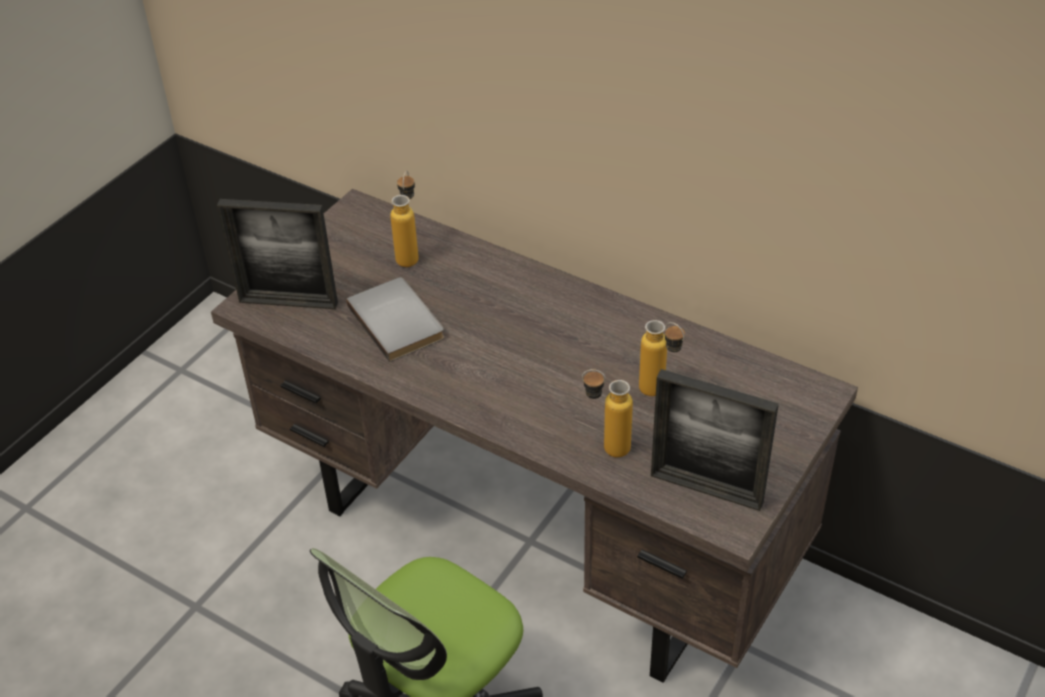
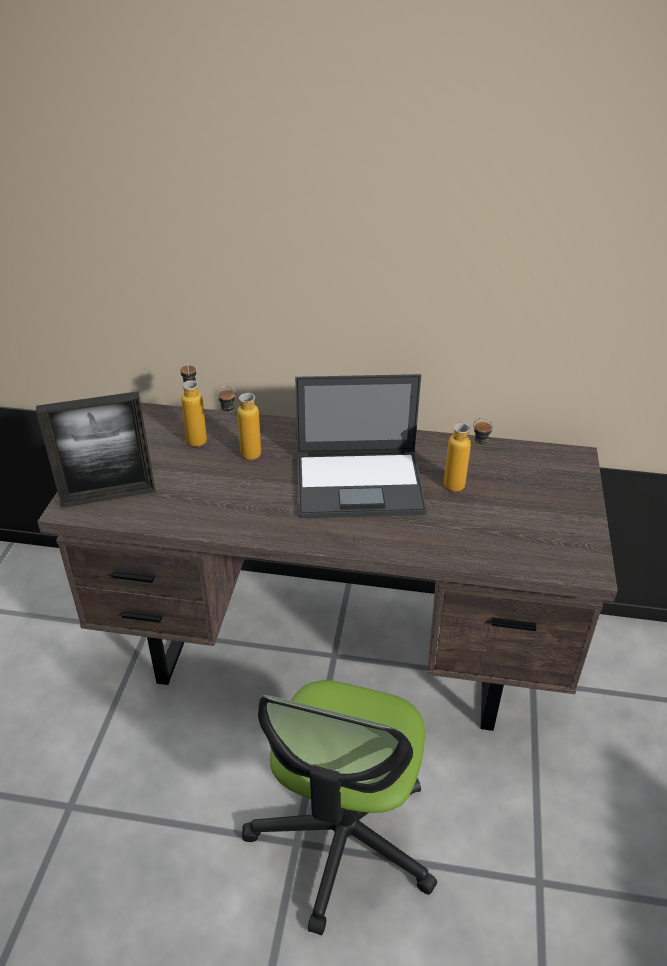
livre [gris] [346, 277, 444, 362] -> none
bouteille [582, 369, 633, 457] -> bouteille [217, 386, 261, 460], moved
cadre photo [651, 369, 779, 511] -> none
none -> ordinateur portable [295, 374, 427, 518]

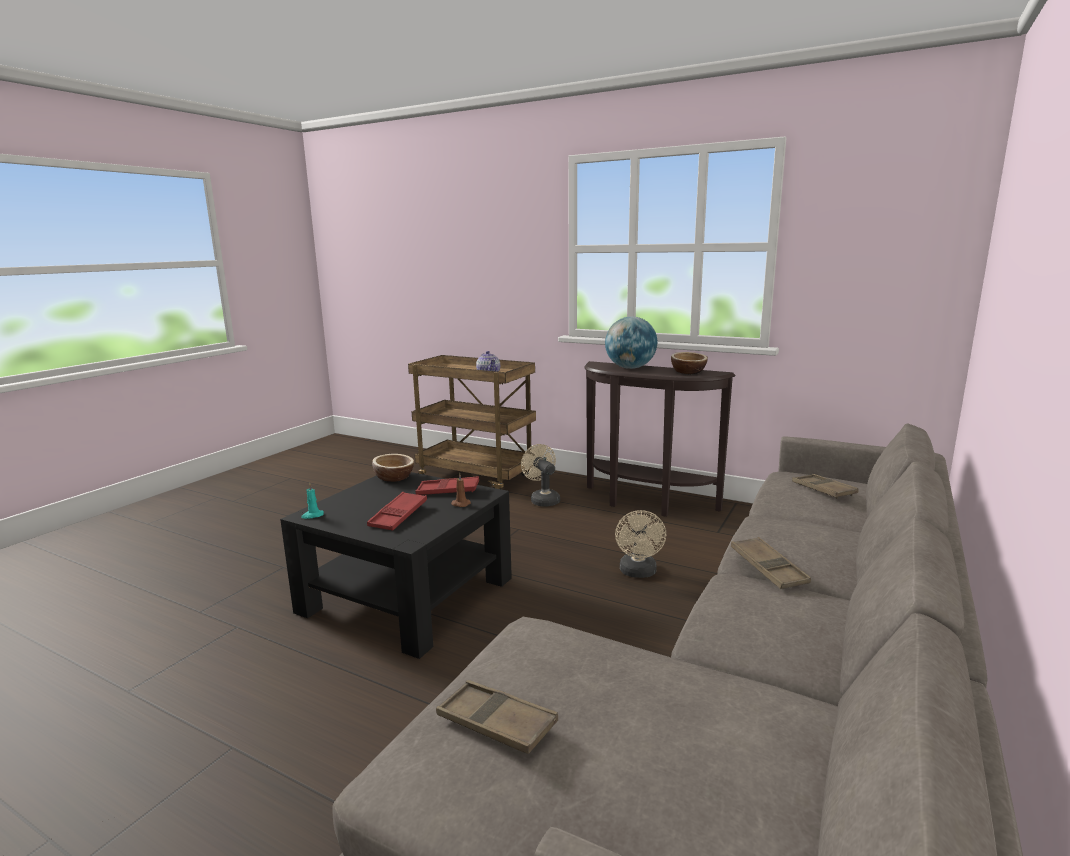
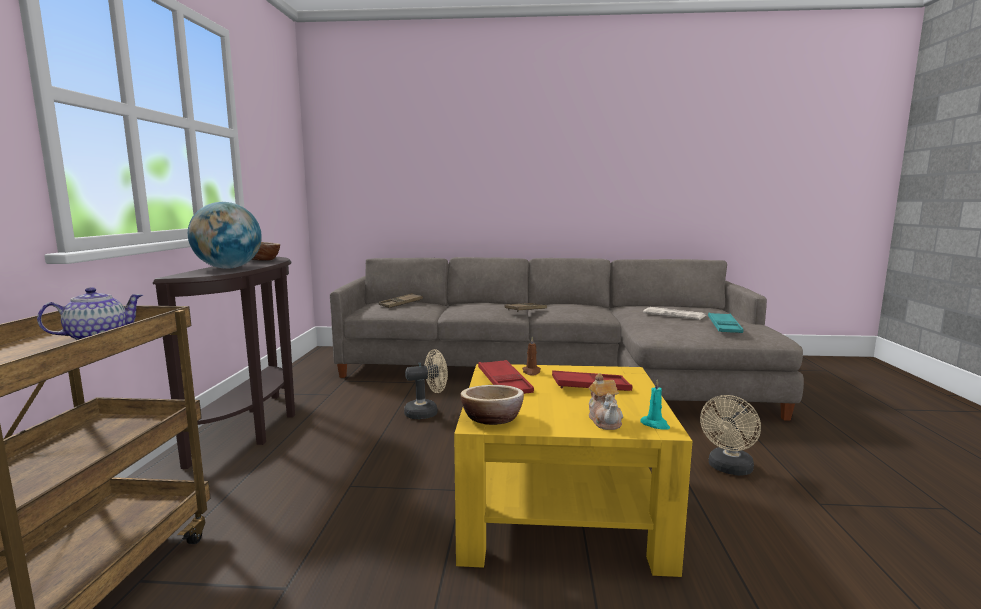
ventilateur [beige] [521, 444, 560, 507] -> ventilateur [beige] [700, 395, 761, 476], moved
table basse [noir] [280, 472, 512, 659] -> table basse [jaune] [454, 364, 692, 577]
plateau [marron] [436, 680, 558, 754] -> plateau [turquoise] [708, 312, 744, 333]
none -> journal [643, 307, 706, 320]
none -> théière [589, 373, 623, 430]

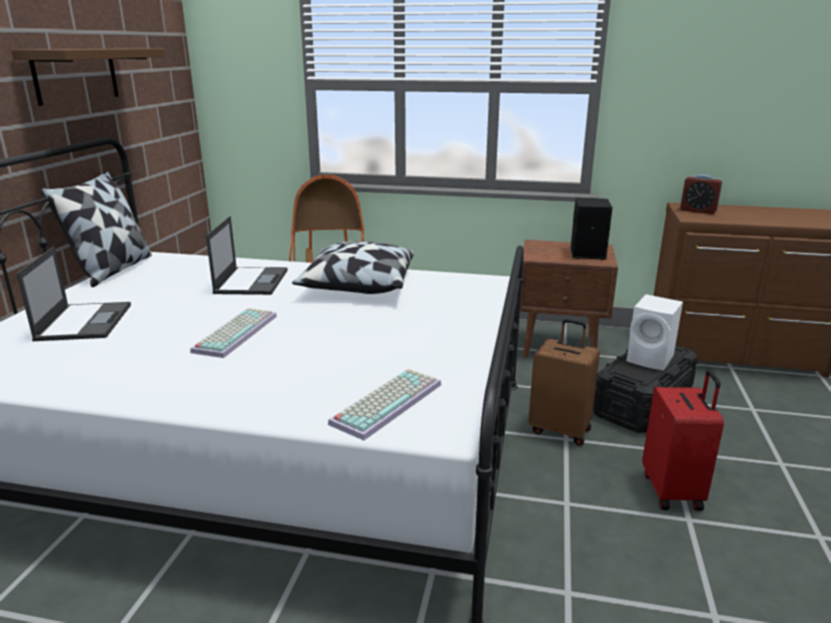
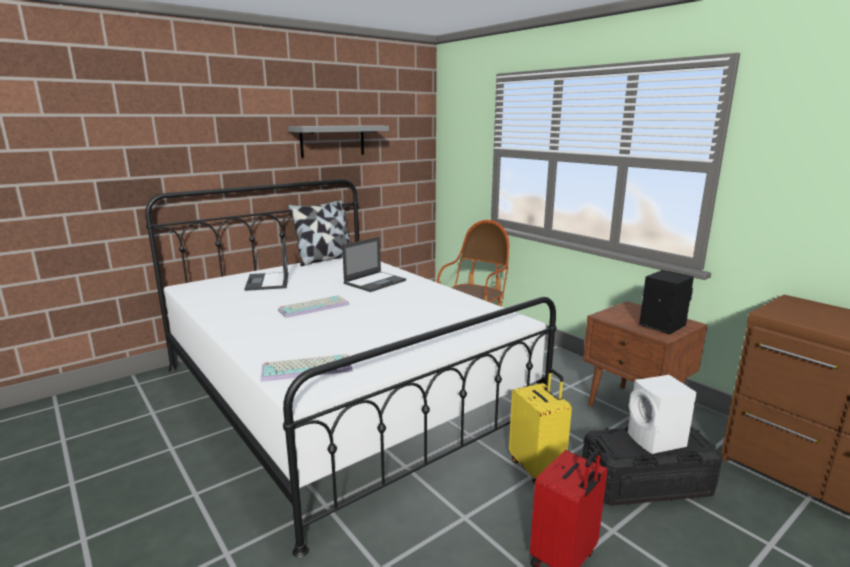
étagère [marron] [11, 49, 165, 106] -> étagère [gris] [288, 125, 389, 158]
réveil [680, 174, 723, 214] -> none
coussin [292, 242, 414, 294] -> none
ordinateur portable [16, 246, 131, 341] -> ordinateur portable [245, 237, 288, 291], 135 degrees clockwise
valise [marron] [528, 319, 600, 446] -> valise [jaune] [509, 369, 572, 485]

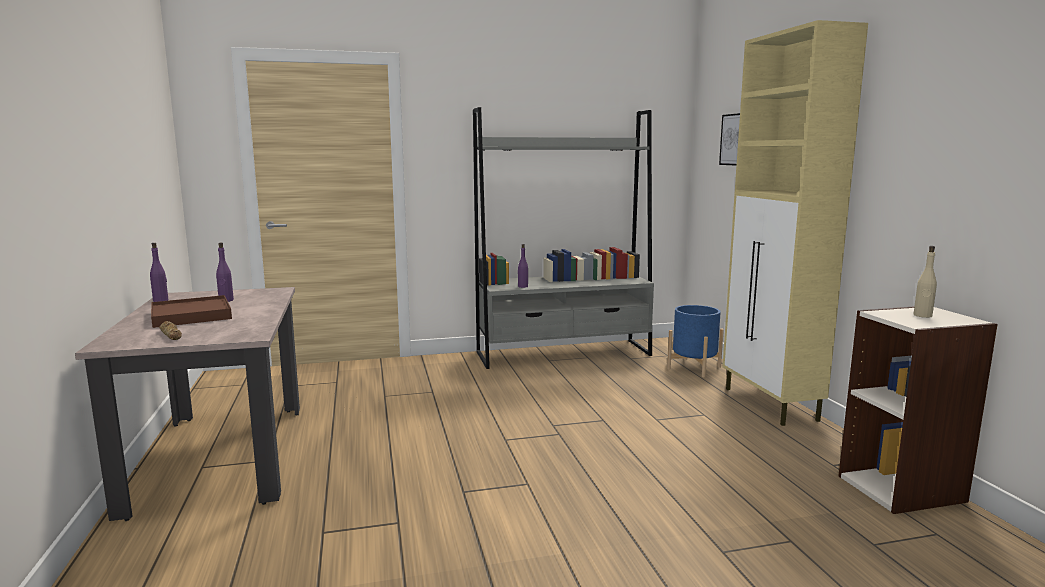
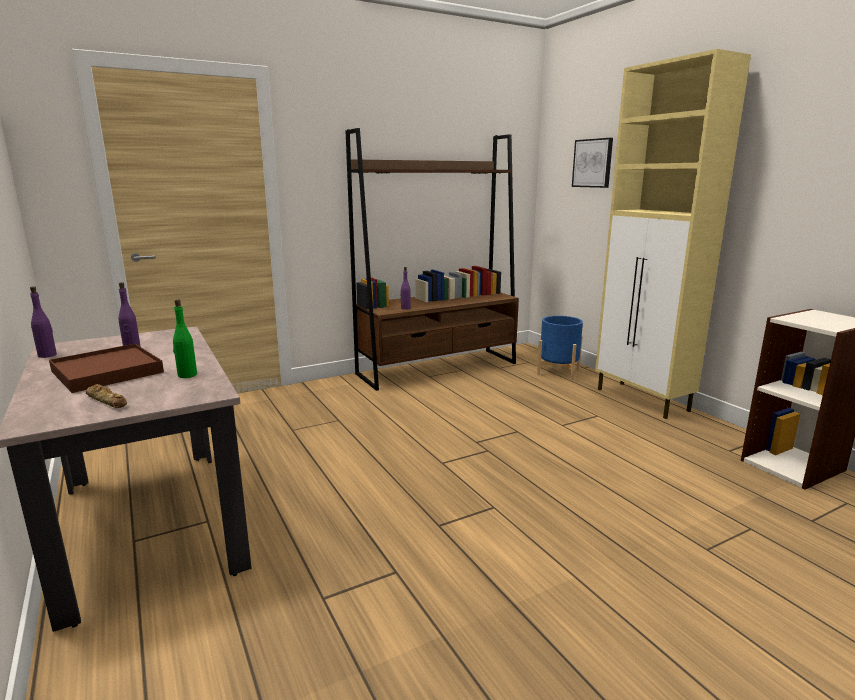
bibliothèque [gris] [473, 107, 654, 369] -> bibliothèque [marron] [346, 128, 519, 391]
bouteille [beige] [914, 246, 937, 318] -> none
none -> bouteille [vert] [173, 299, 197, 378]

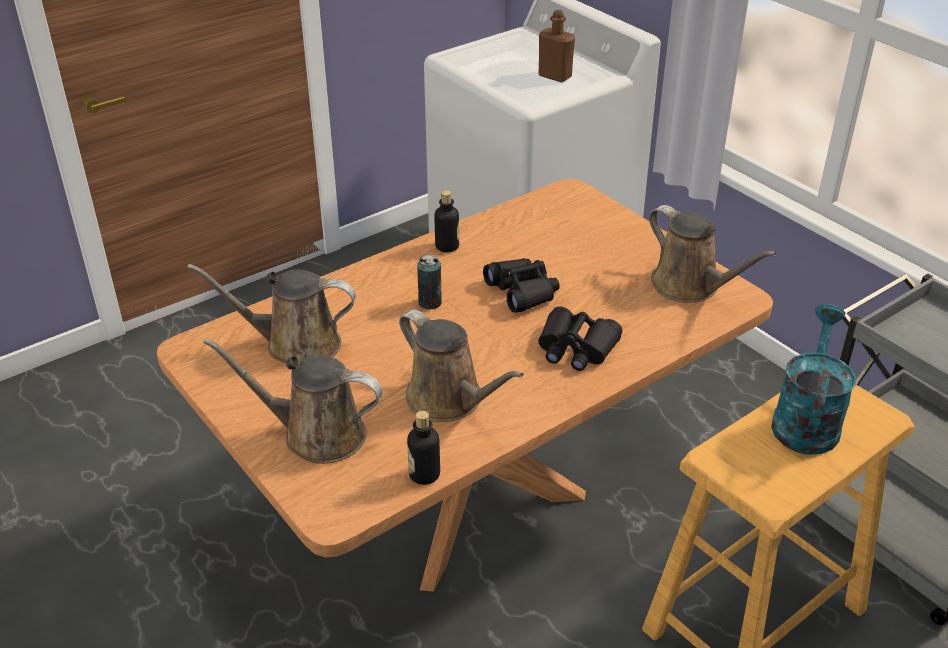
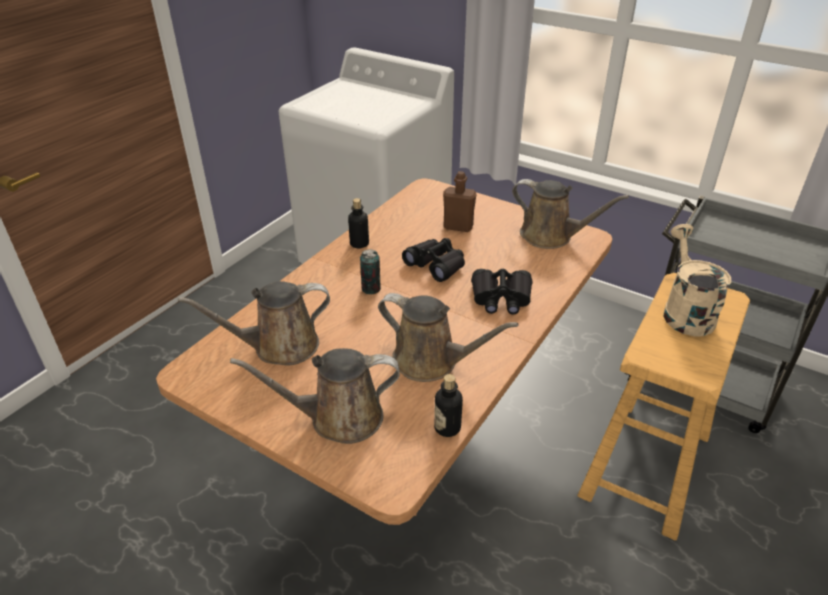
bouteille [marron] [539, 10, 575, 83] -> bouteille [marron] [443, 171, 477, 232], moved
arrosoir [turquoise] [771, 304, 856, 455] -> arrosoir [beige] [663, 224, 731, 337]

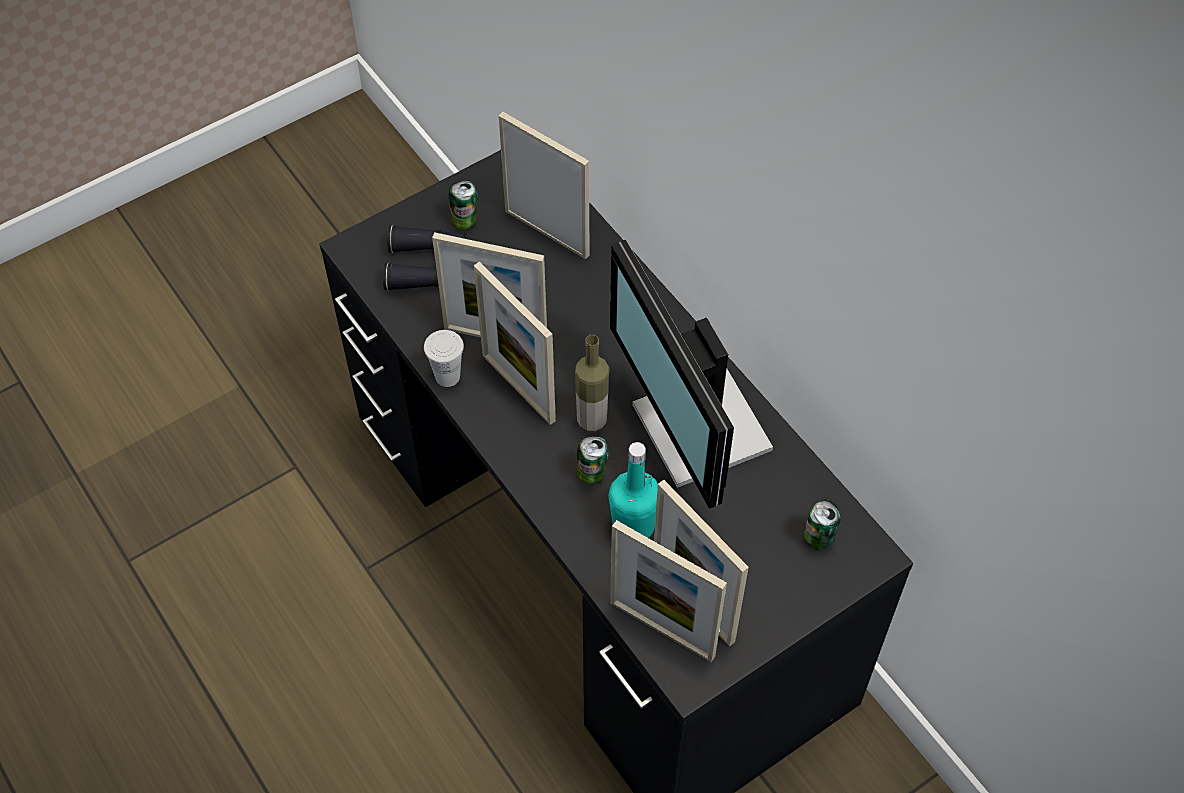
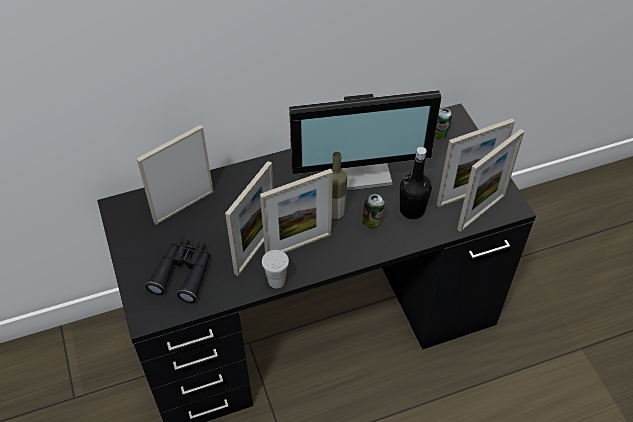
boîte métallique [448, 180, 478, 230] -> none
bouteille [turquoise] [609, 442, 658, 538] -> bouteille [noir] [400, 147, 432, 219]

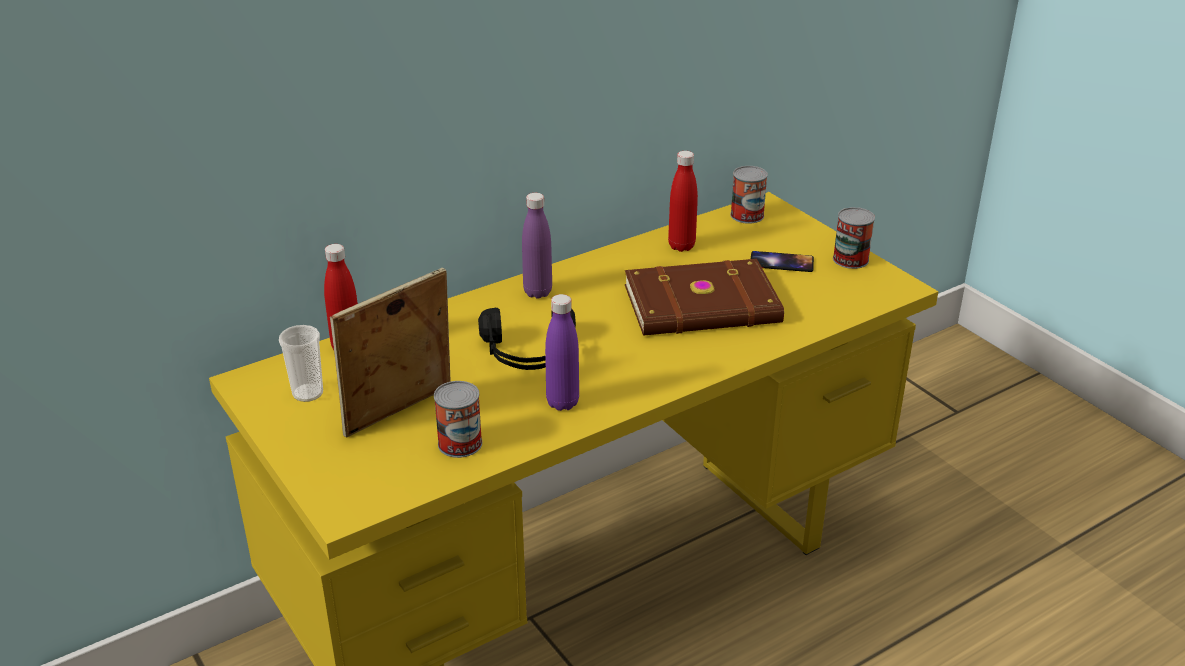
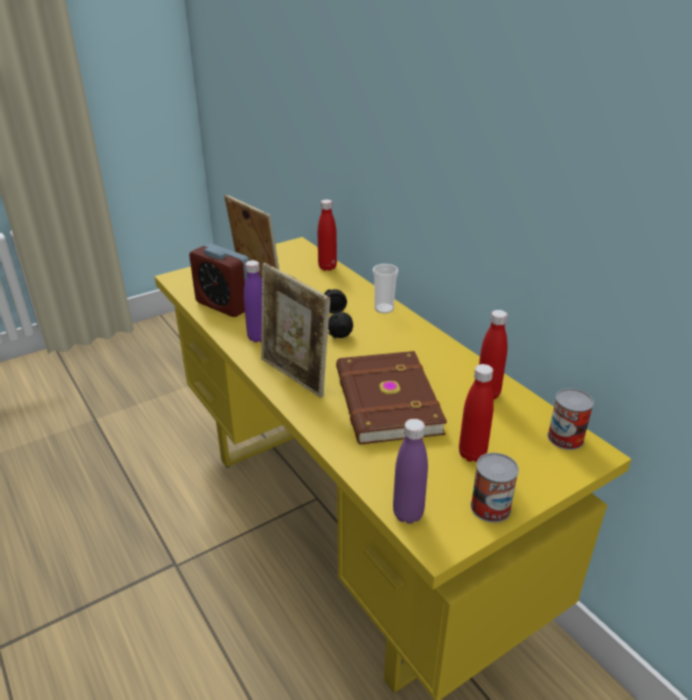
bouteille [violet] [522, 193, 552, 299] -> bouteille [violet] [393, 419, 428, 524], moved
téléphone [751, 251, 814, 272] -> bouteille [rouge] [459, 364, 494, 462]
tasse [279, 325, 323, 402] -> tasse [373, 264, 399, 314], moved
boîte métallique [434, 381, 482, 458] -> réveil [189, 243, 250, 317]
none -> cadre photo [261, 263, 330, 398]

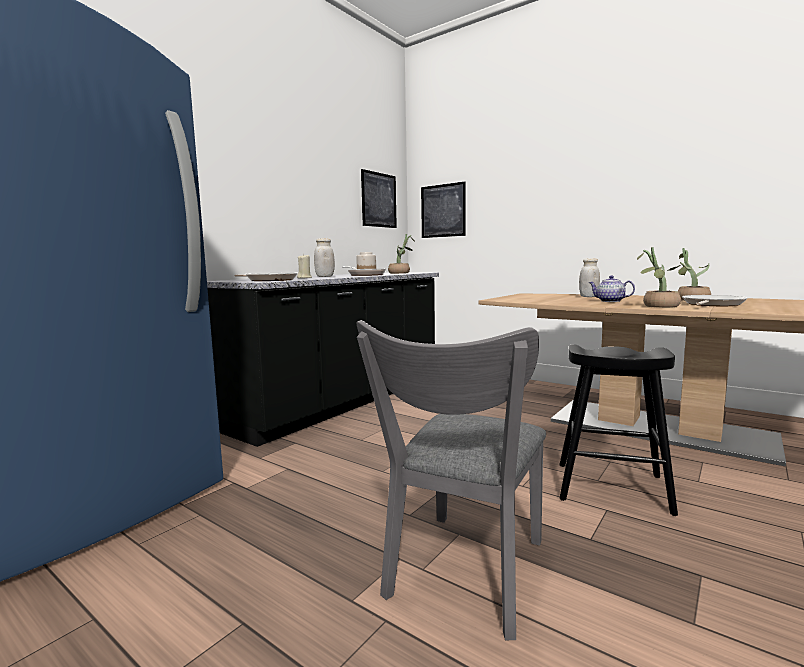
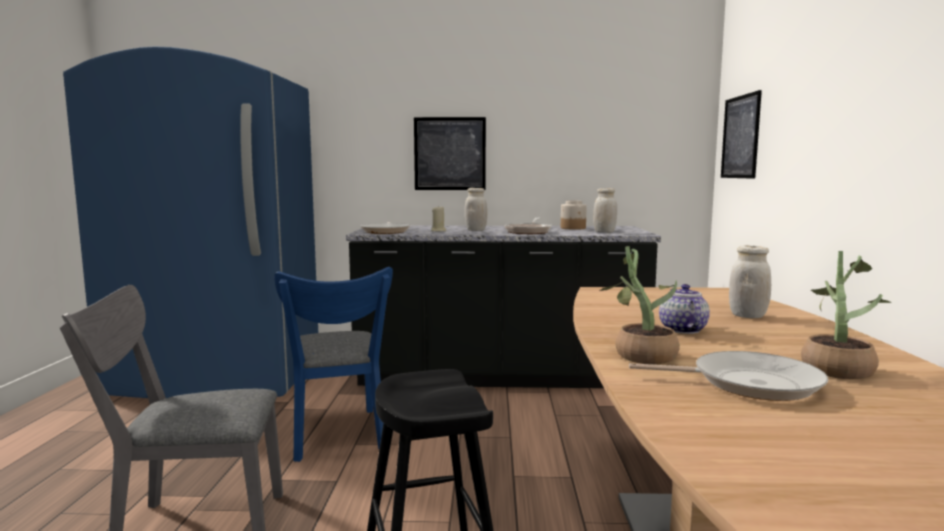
tableau [361, 169, 397, 228] -> tableau [414, 117, 486, 190], moved
plante en pot [388, 234, 415, 274] -> bocal [blanc] [593, 188, 617, 233]
none -> chaise [bleu] [274, 267, 393, 462]

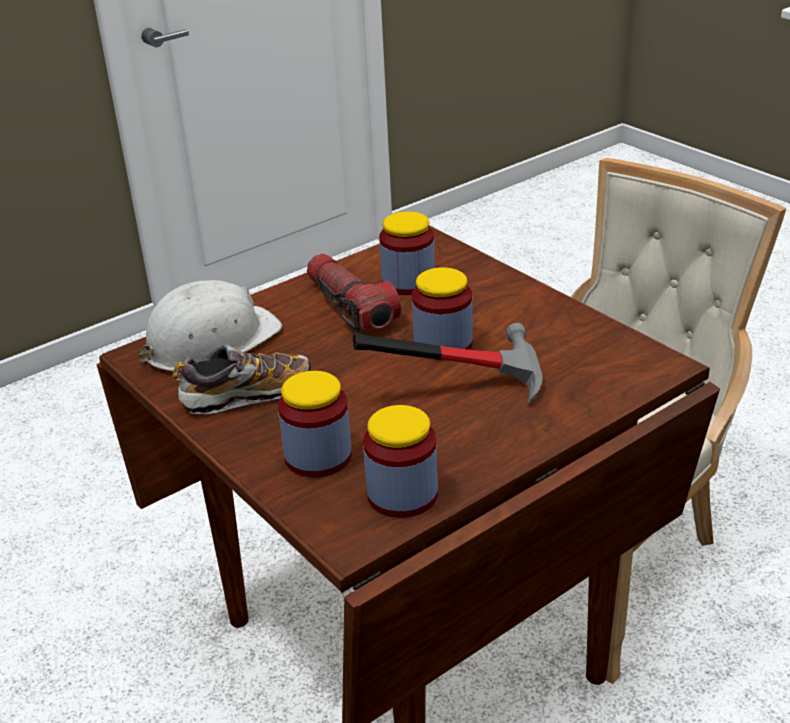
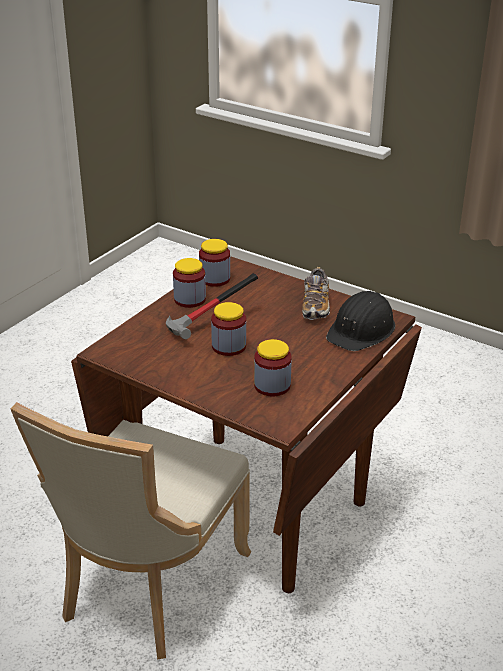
lampe de poche [307, 253, 401, 333] -> none
casque de chantier [blanc] [139, 280, 282, 371] -> casque de chantier [noir] [326, 291, 395, 351]
chaussure [172, 344, 310, 414] -> chaussure [302, 267, 330, 320], 45 degrees counterclockwise
bocal [278, 371, 352, 477] -> bocal [173, 258, 206, 308], moved

